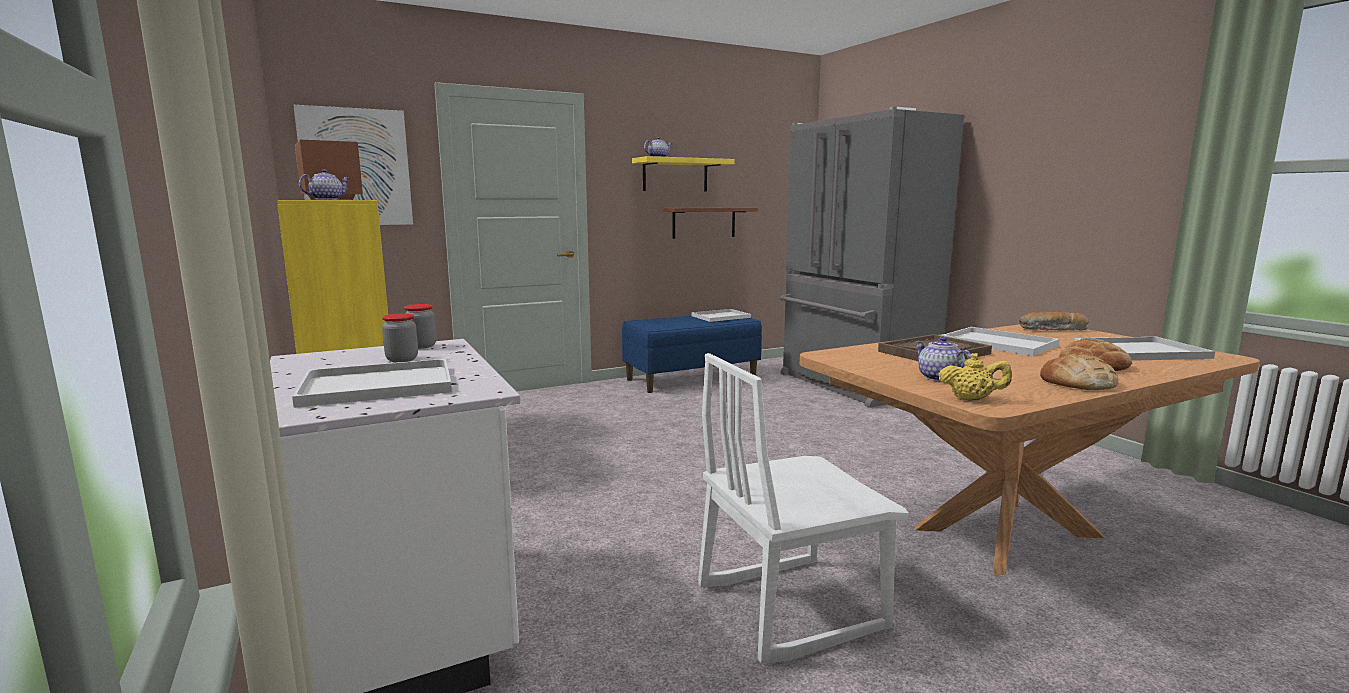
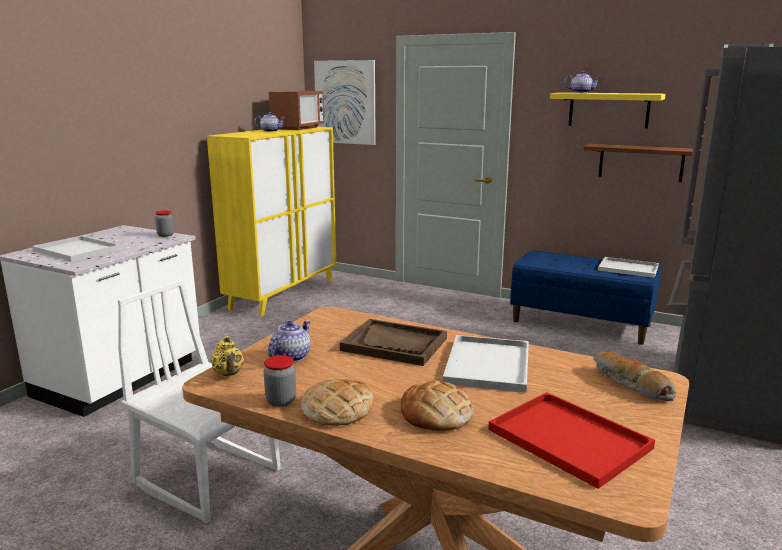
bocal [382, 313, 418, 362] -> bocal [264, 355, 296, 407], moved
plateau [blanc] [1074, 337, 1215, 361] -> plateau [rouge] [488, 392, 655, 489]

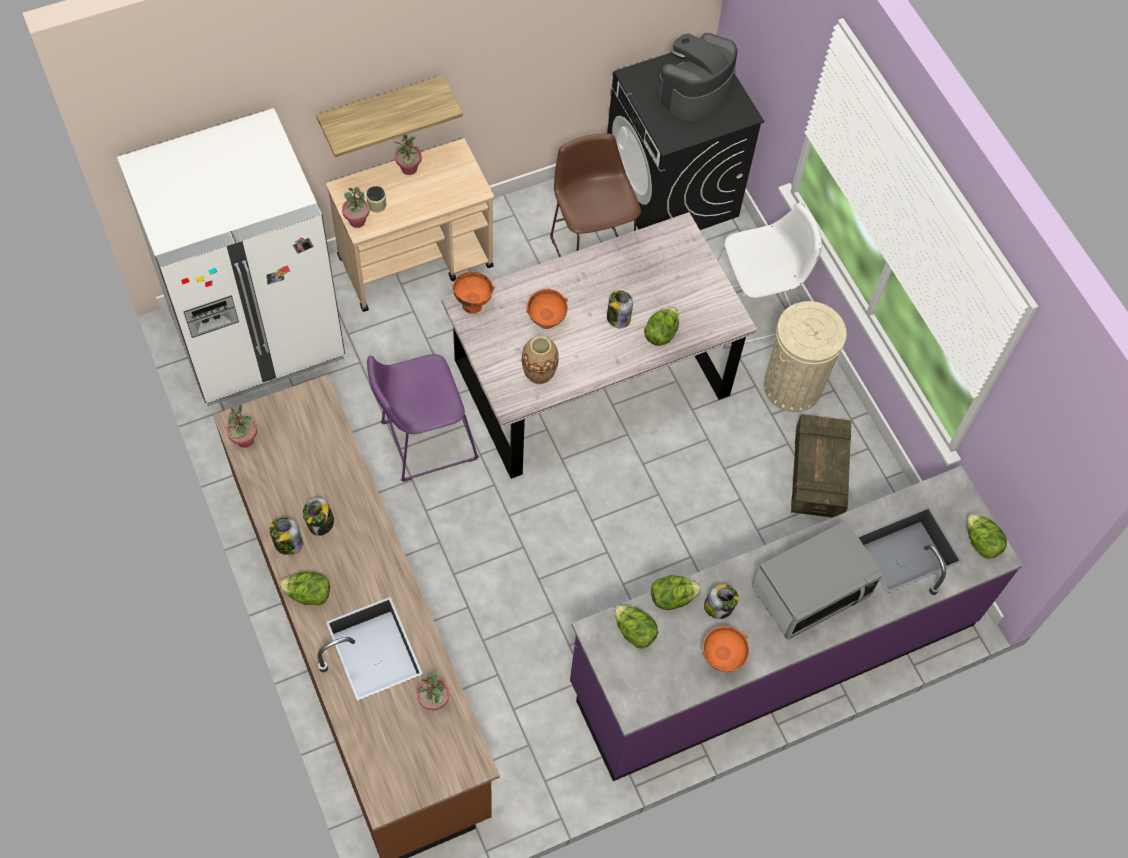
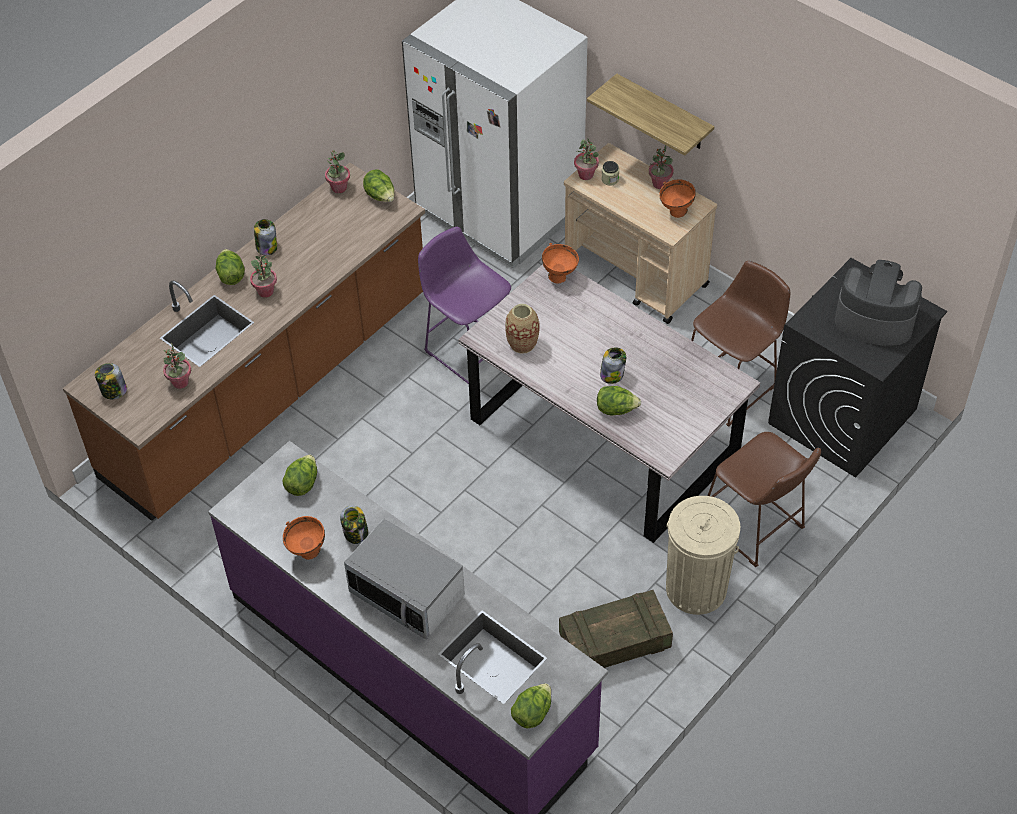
tabouret [blanc] [717, 203, 822, 349] -> tabouret [marron] [707, 432, 821, 567]
bol [orange] [526, 289, 568, 329] -> bol [orange] [659, 179, 696, 218], moved
bocal [303, 498, 334, 536] -> bocal [95, 363, 127, 399], moved
laitue [651, 575, 701, 610] -> laitue [363, 169, 394, 202], moved
none -> plante en pot [250, 255, 277, 298]

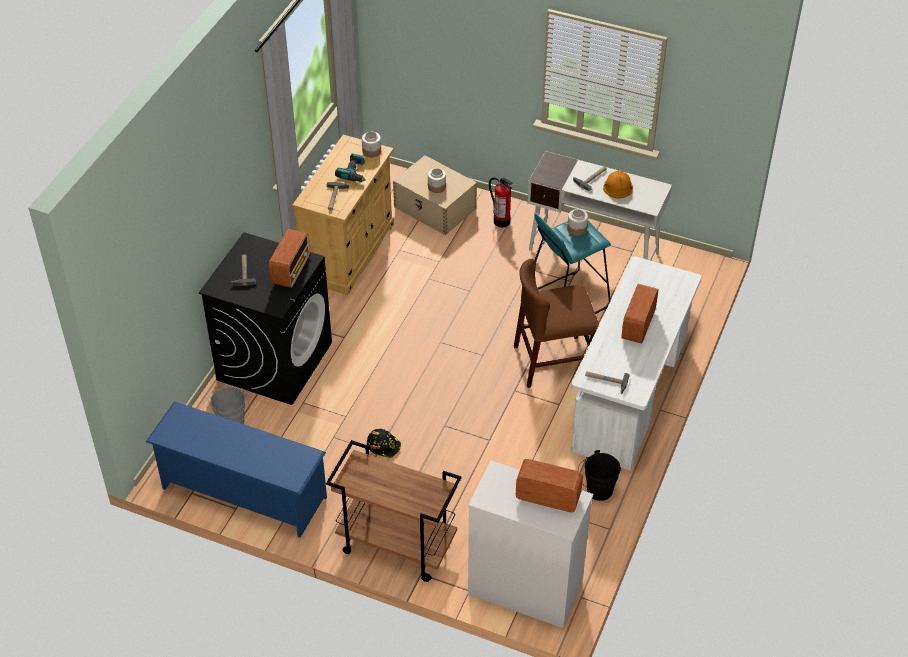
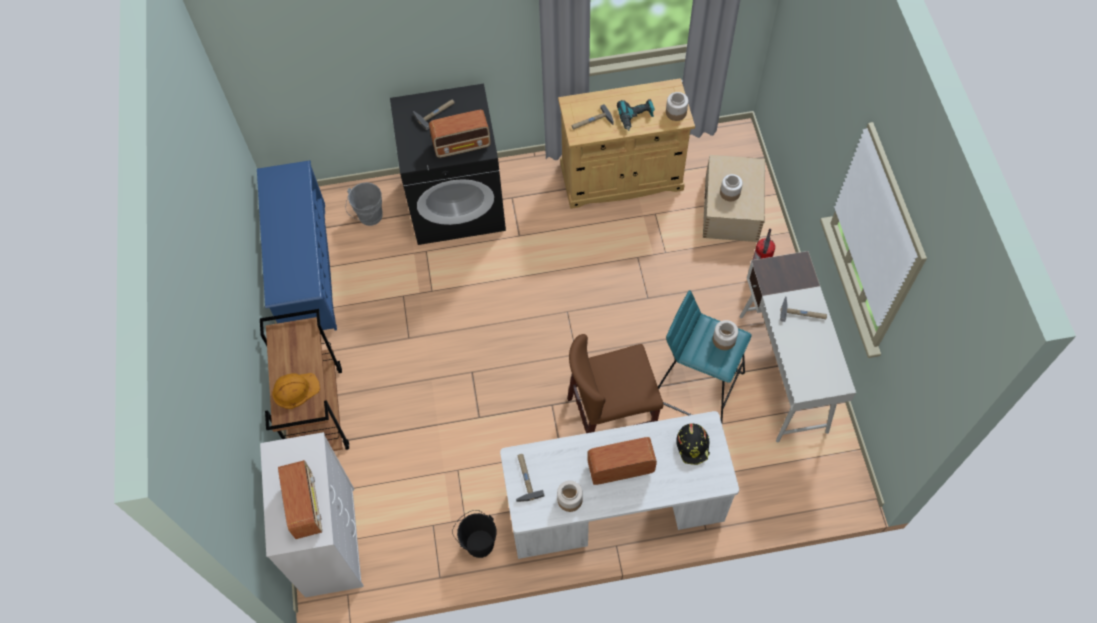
casque de chantier [orange] [603, 170, 633, 198] -> casque de chantier [orange] [272, 373, 320, 409], moved
chaise [marron] [514, 259, 599, 388] -> chaise [marron] [567, 334, 663, 433], 60 degrees counterclockwise
casque de chantier [noir] [367, 429, 401, 458] -> casque de chantier [noir] [676, 423, 710, 465], moved
none -> bocal [557, 480, 583, 512]

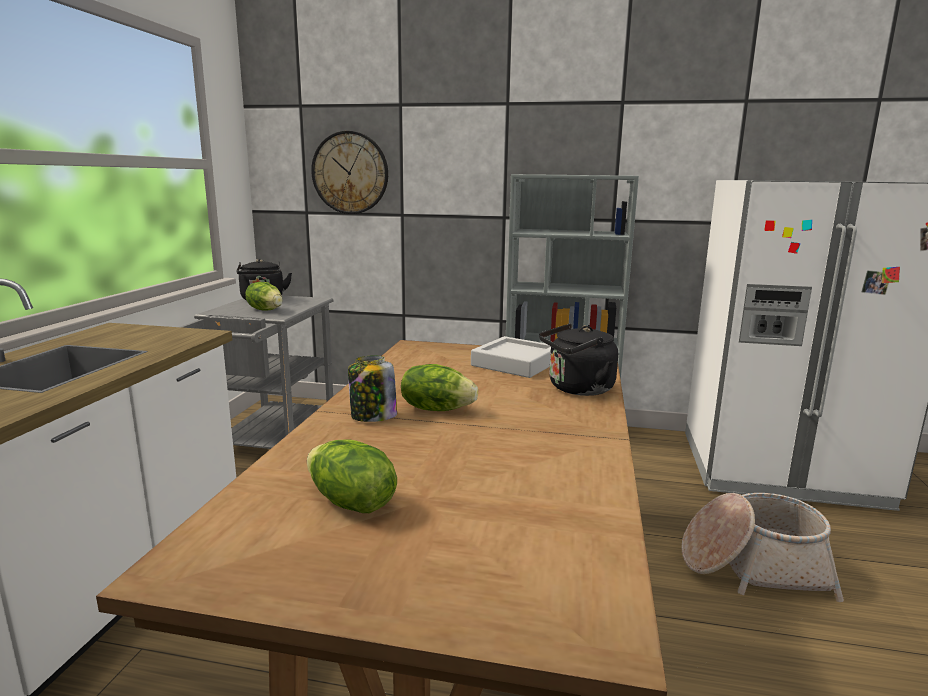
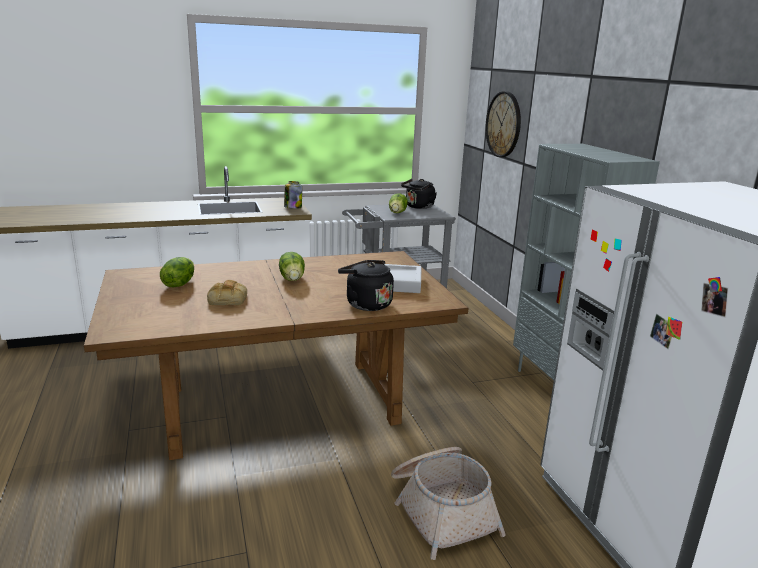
bocal [348, 356, 397, 422] -> bocal [284, 181, 302, 209], moved
none -> pain [207, 280, 247, 306]

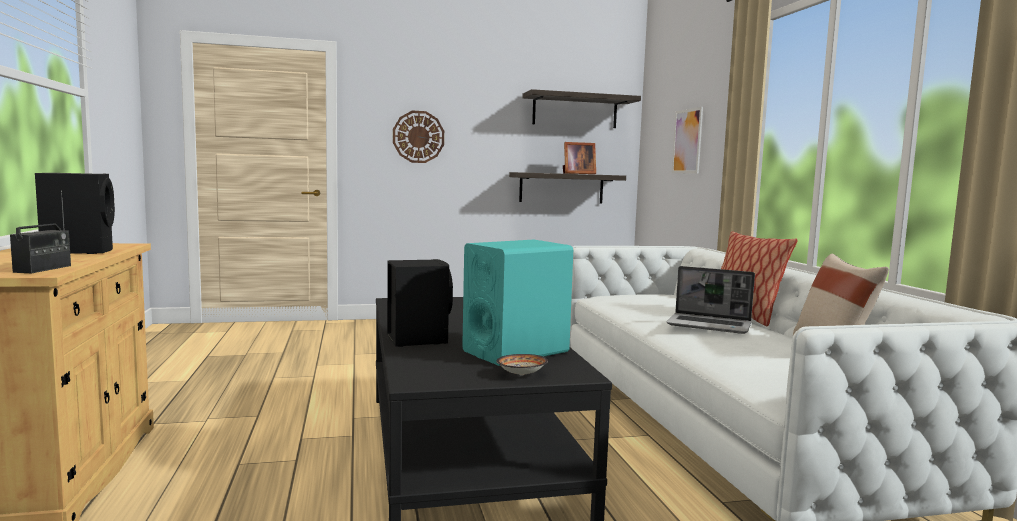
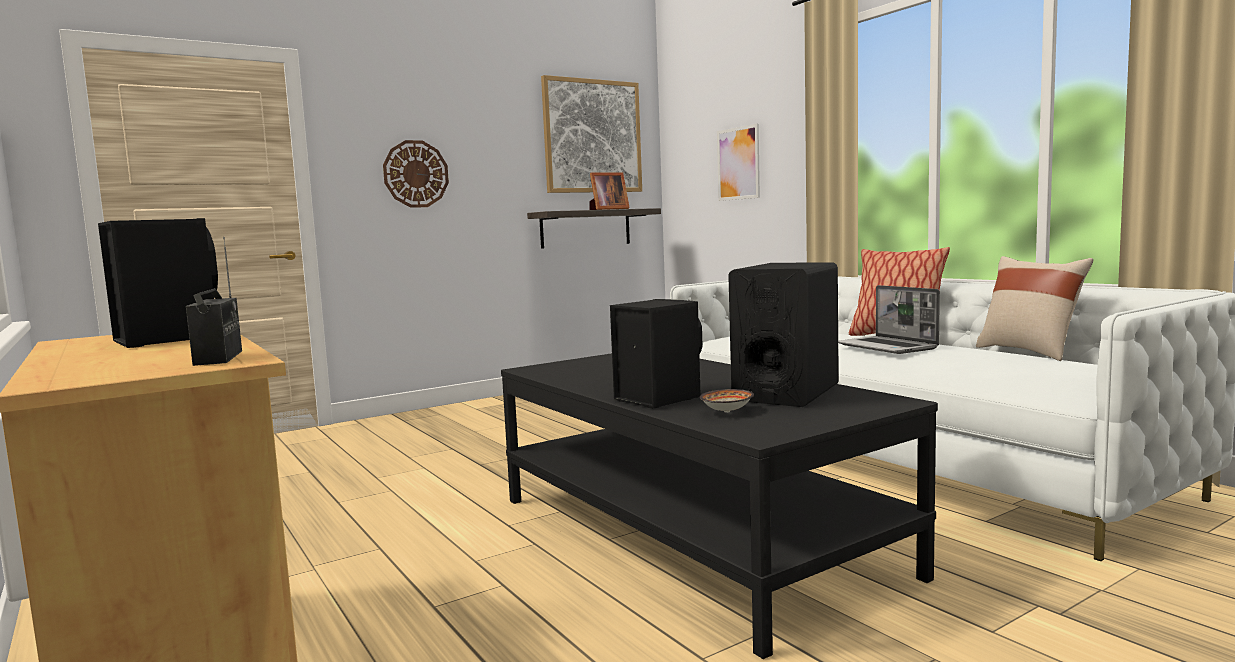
étagère [522, 89, 641, 128] -> tableau [541, 75, 642, 193]
enceinte [turquoise] [462, 240, 573, 366] -> enceinte [noir] [728, 262, 839, 407]
ordinateur portable [667, 266, 755, 334] -> ordinateur portable [838, 285, 940, 354], 60 degrees clockwise
bol [496, 354, 548, 376] -> bol [700, 389, 754, 413], moved

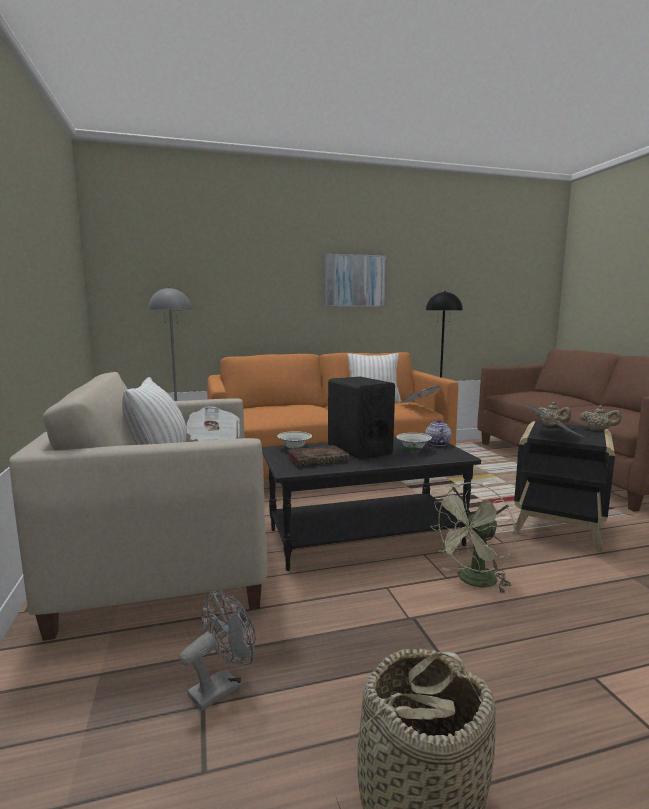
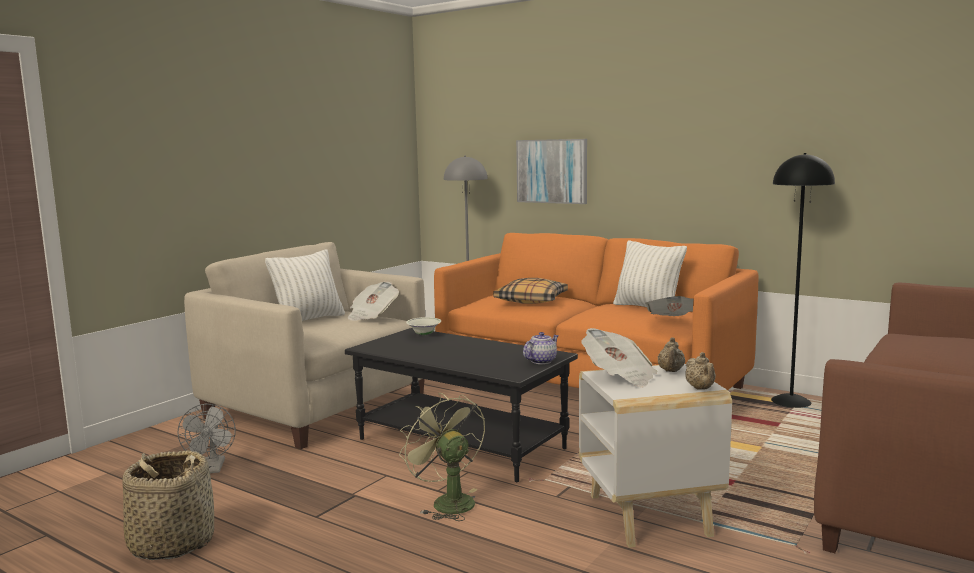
tableau [325, 253, 386, 307] -> tableau [516, 139, 587, 204], moved
enceinte [noir] [328, 377, 395, 459] -> none
table d'appoint [noir] [513, 421, 615, 552] -> table d'appoint [blanc] [579, 364, 732, 548]
bol [blanc] [396, 433, 432, 451] -> none
livre [286, 445, 349, 467] -> none
ventilateur [vert] [431, 482, 515, 594] -> ventilateur [vert] [399, 393, 485, 521], 45 degrees clockwise
ventilateur [gris] [179, 591, 256, 711] -> ventilateur [gris] [177, 404, 236, 473], 75 degrees clockwise
none -> coussin [493, 278, 568, 304]

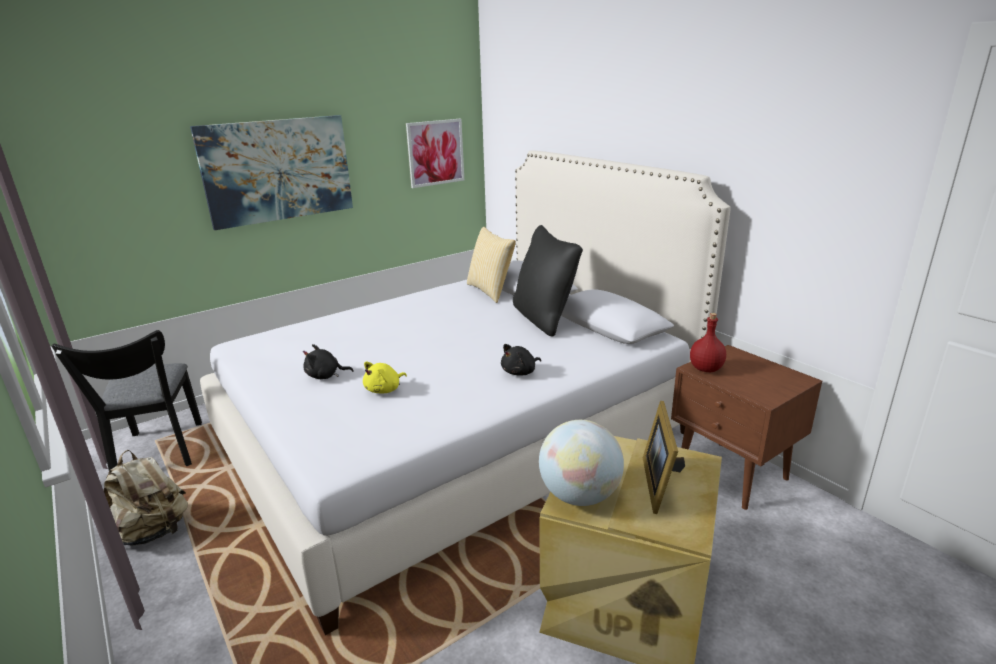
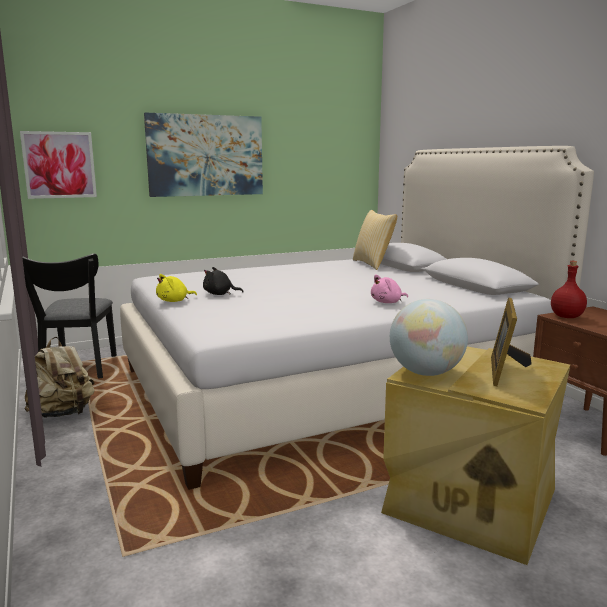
tableau [406, 119, 464, 188] -> tableau [20, 131, 97, 199], moved
coussin [noir] [513, 225, 583, 336] -> none
peluche [noir] [501, 344, 541, 376] -> peluche [rose] [371, 275, 408, 303]
peluche [jaune] [363, 362, 407, 394] -> peluche [jaune] [156, 274, 197, 302], moved

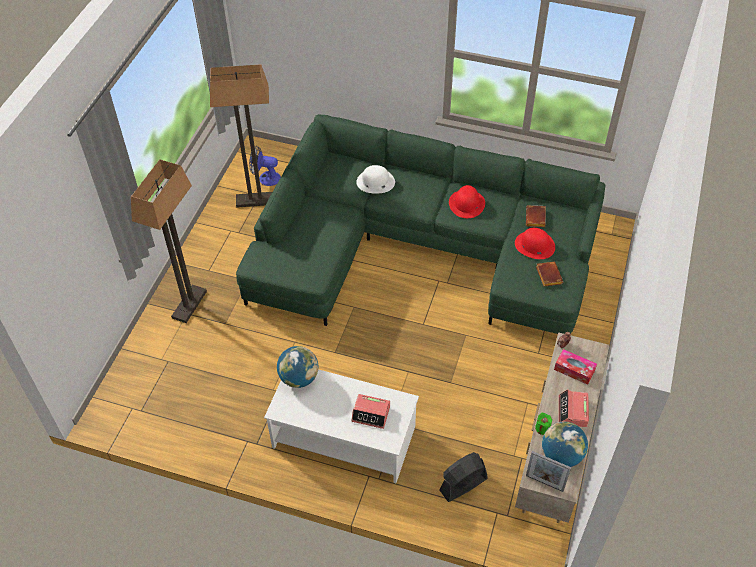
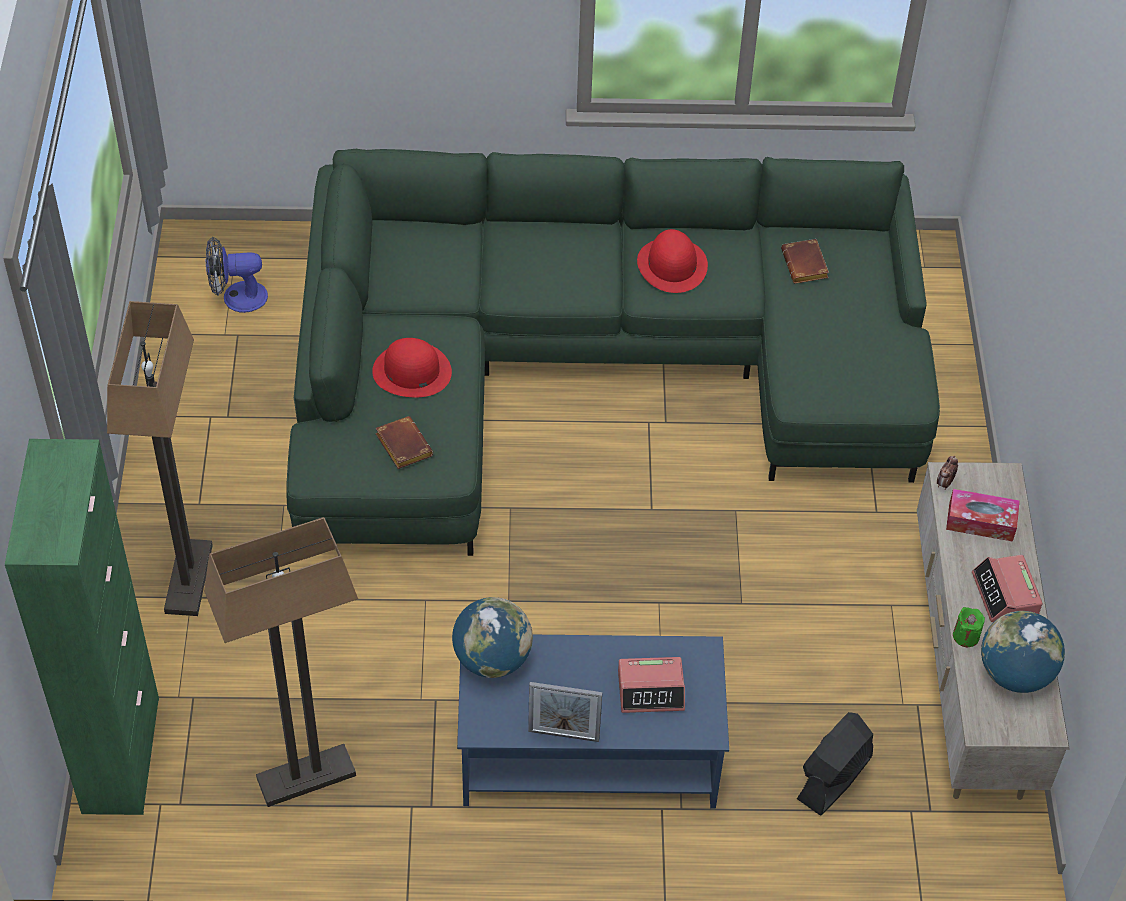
lampadaire [210, 64, 272, 208] -> lampadaire [204, 517, 358, 807], moved
chapeau [blanc] [356, 165, 395, 194] -> none
chapeau [rouge] [515, 228, 555, 259] -> chapeau [rouge] [372, 338, 452, 397], moved
livre [marron] [536, 262, 563, 287] -> livre [marron] [375, 416, 433, 469], moved
table basse [blanc] [264, 369, 419, 483] -> table basse [bleu] [457, 635, 729, 808]
cadre photo [526, 451, 571, 492] -> cadre photo [528, 682, 602, 742], moved
none -> meuble de rangement [vert] [5, 439, 159, 815]

